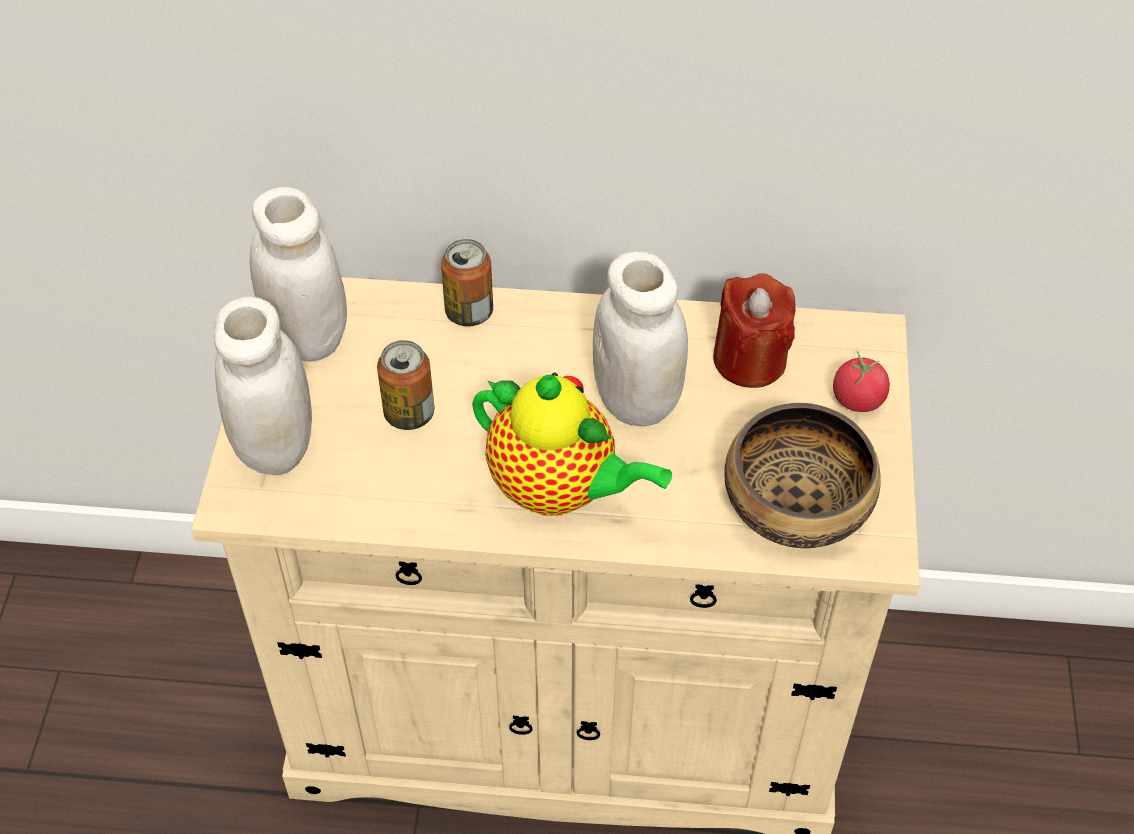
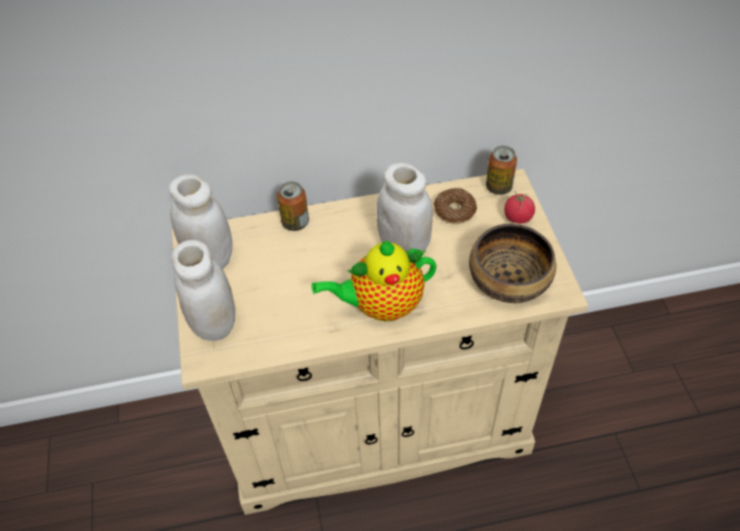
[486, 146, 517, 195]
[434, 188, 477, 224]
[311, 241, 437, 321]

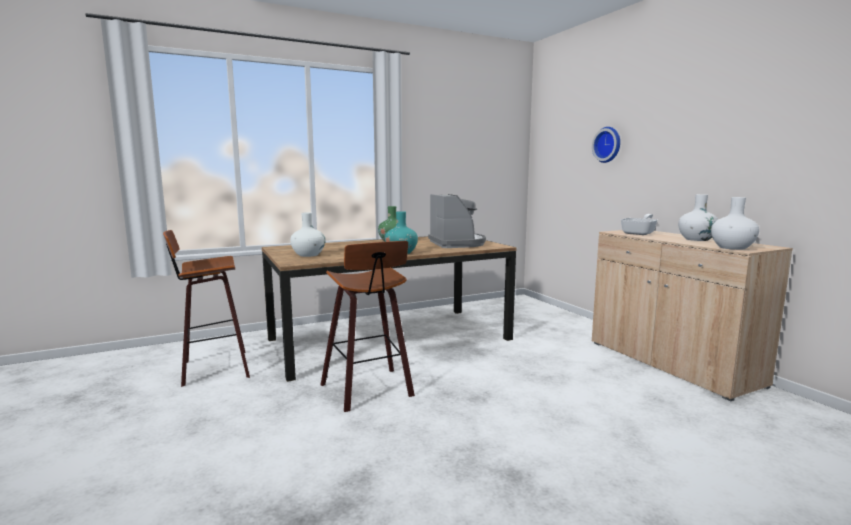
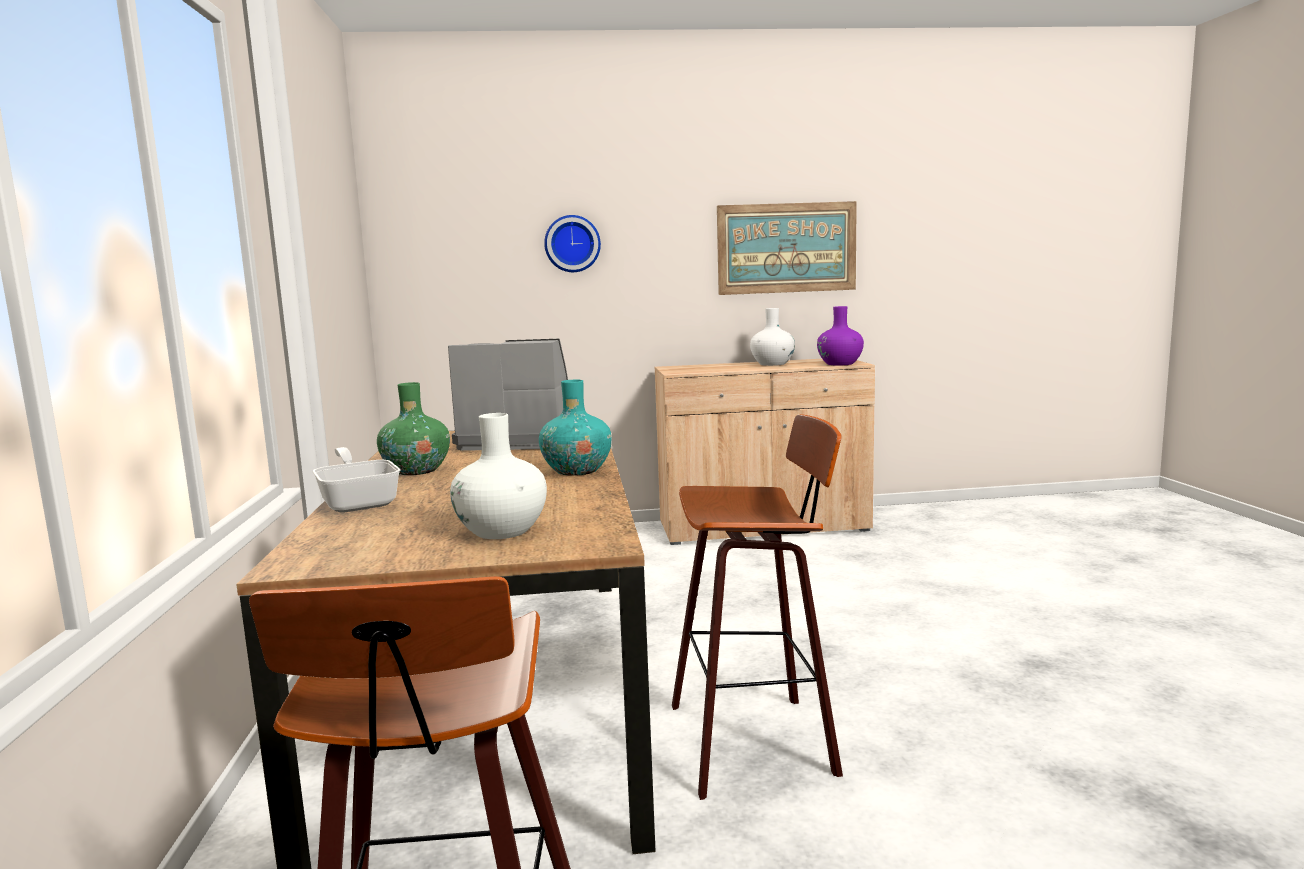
[717, 201, 857, 295]
[313, 447, 400, 513]
[817, 306, 864, 365]

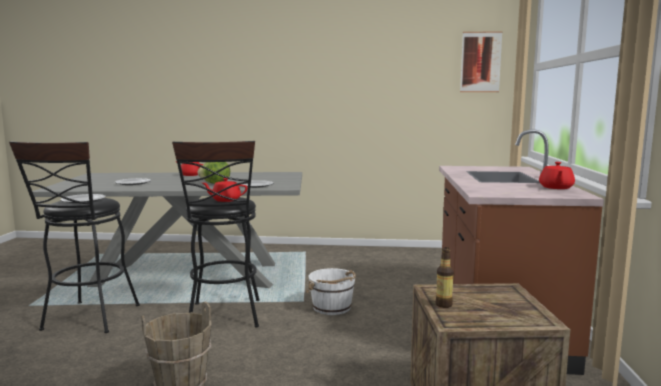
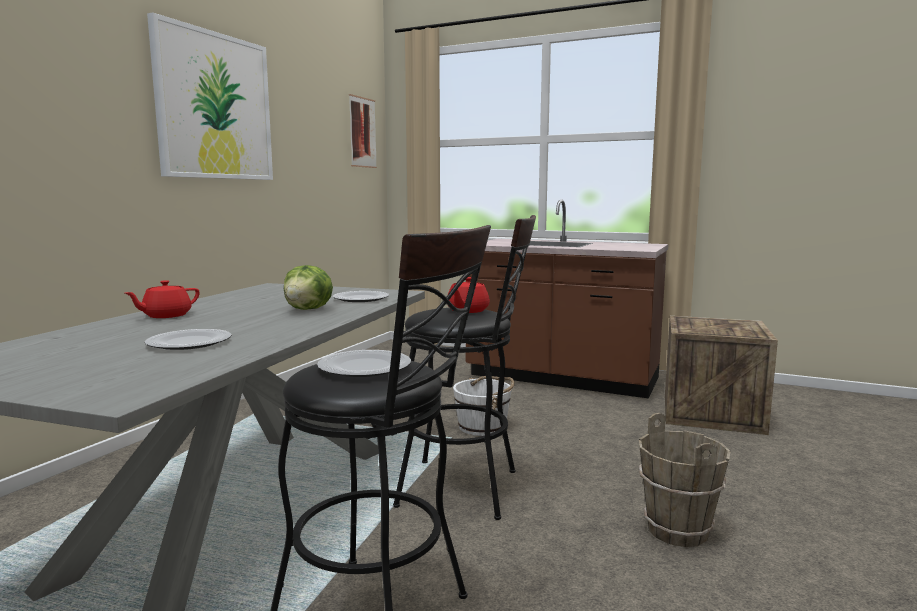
[435, 247, 454, 308] (first image)
[539, 162, 575, 189] (first image)
[147, 12, 273, 180]

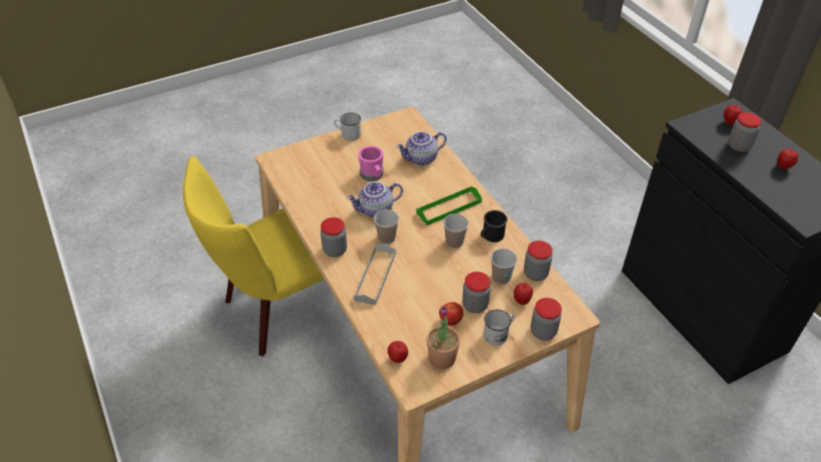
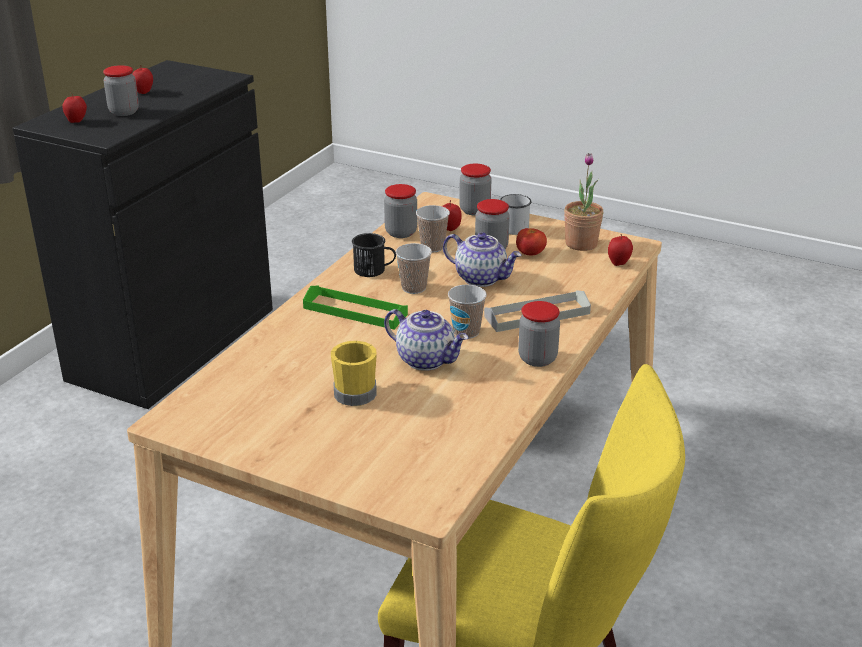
[334, 113, 361, 141] (first image)
[443, 232, 522, 287]
[331, 341, 377, 406]

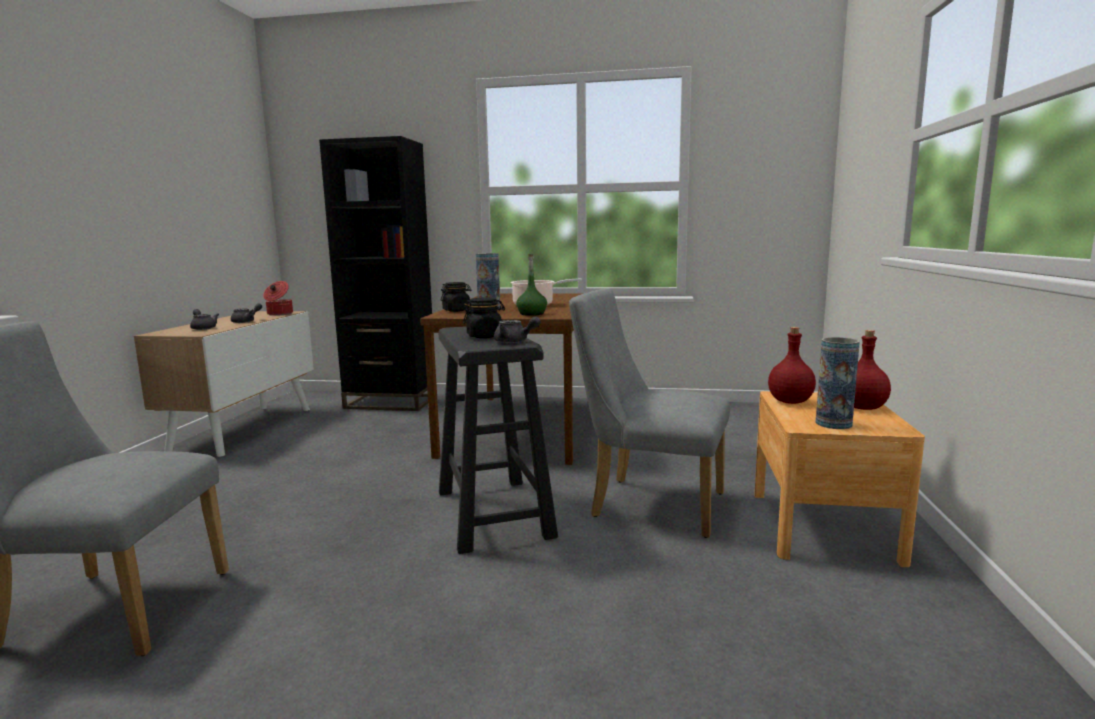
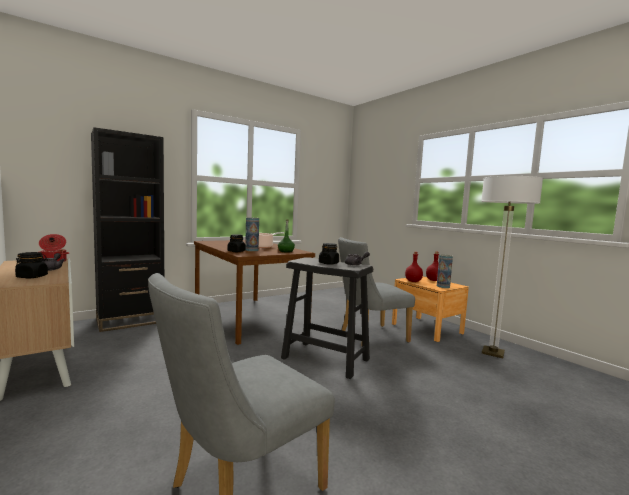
[481, 176, 543, 358]
[15, 252, 48, 278]

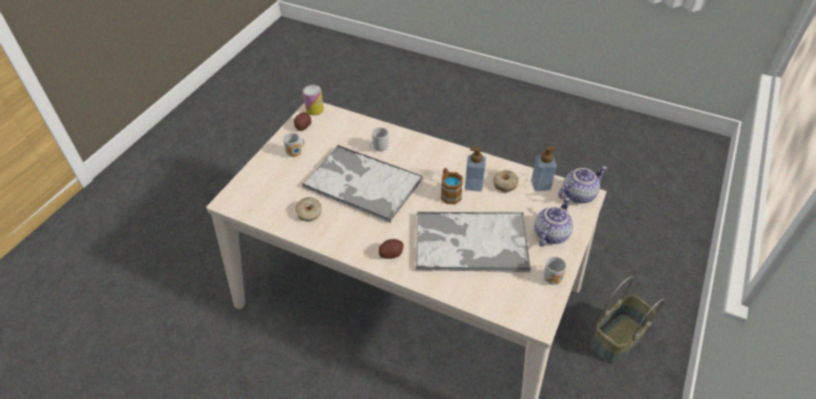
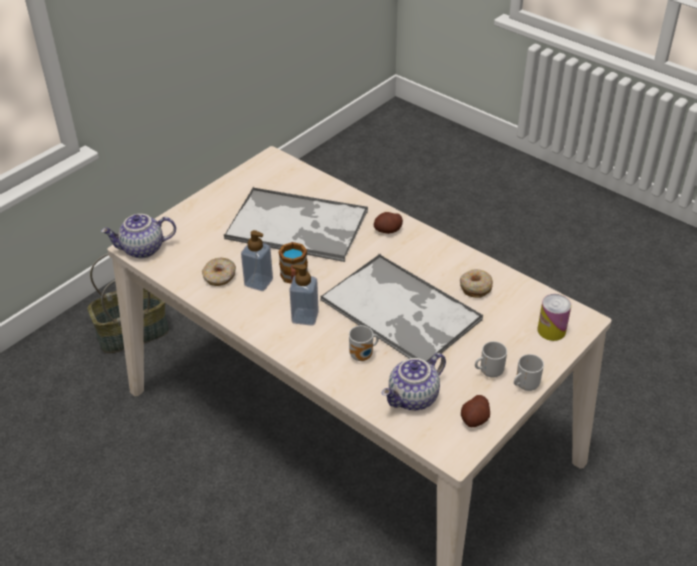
[538, 294, 571, 341]
[289, 264, 319, 326]
[382, 353, 446, 410]
[514, 354, 544, 391]

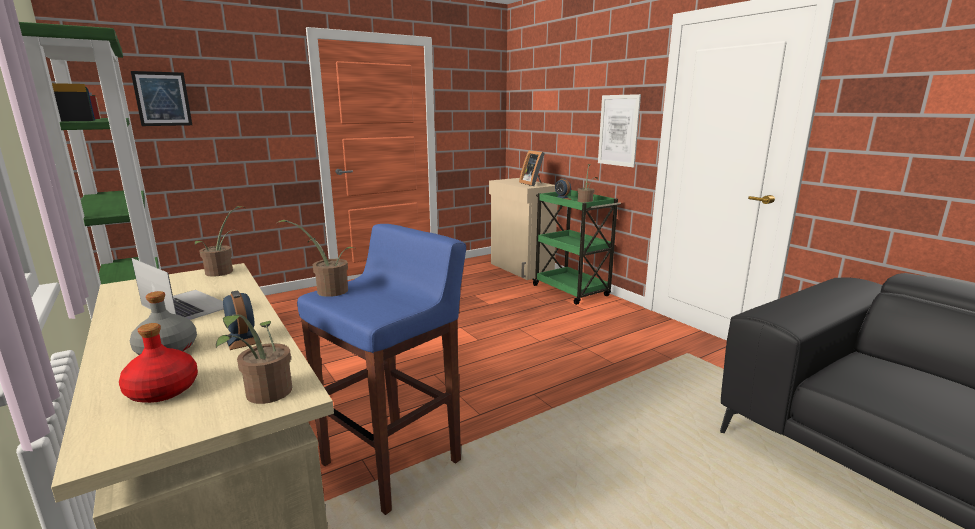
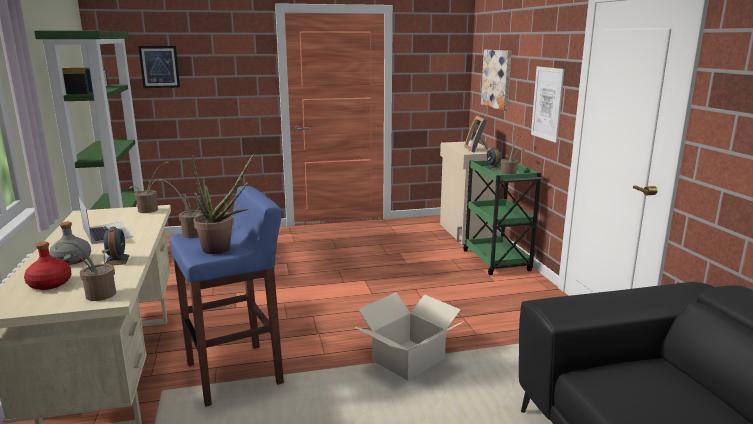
[192, 153, 255, 254]
[355, 293, 463, 381]
[481, 50, 512, 111]

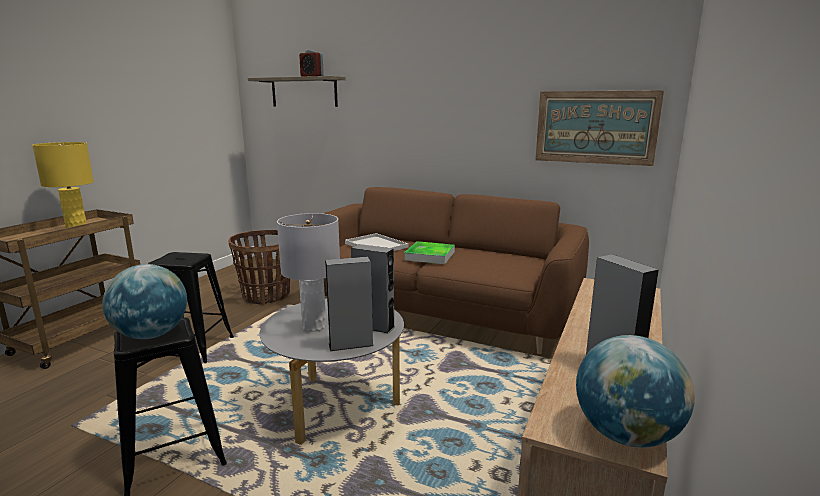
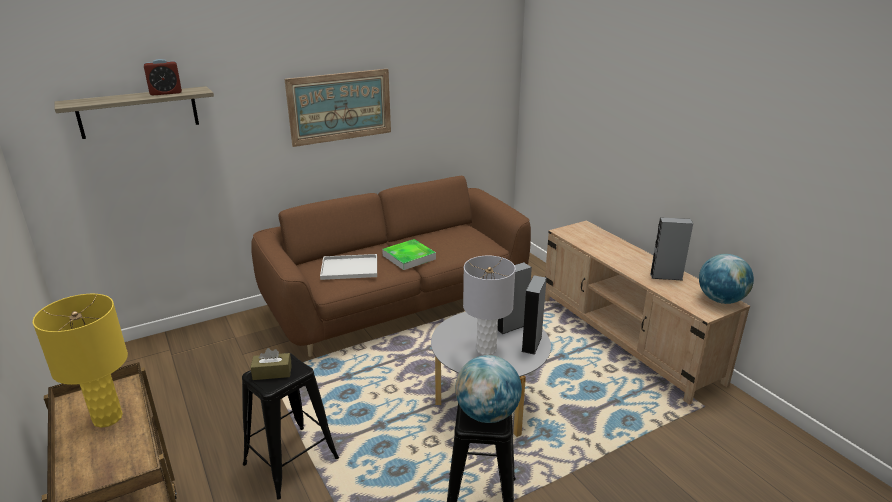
[228, 230, 290, 305] (first image)
[250, 348, 292, 380]
[285, 69, 391, 147]

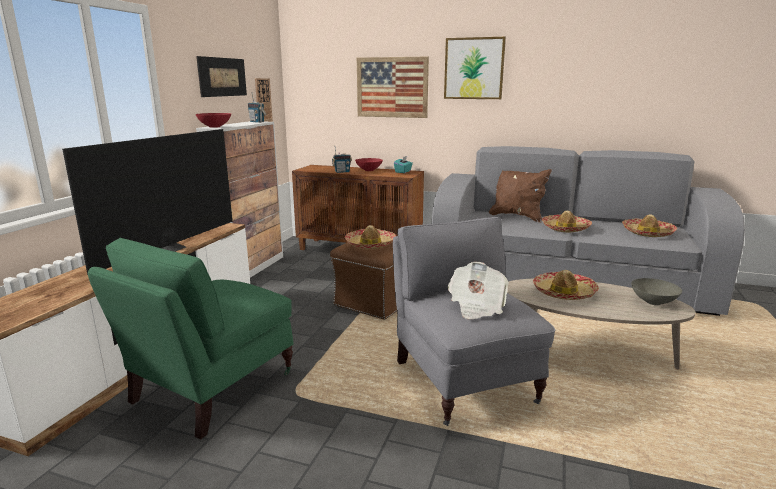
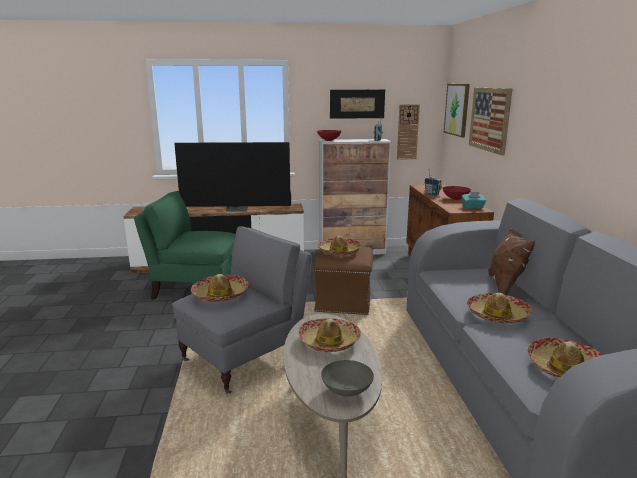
[444, 84, 470, 137]
[191, 274, 249, 302]

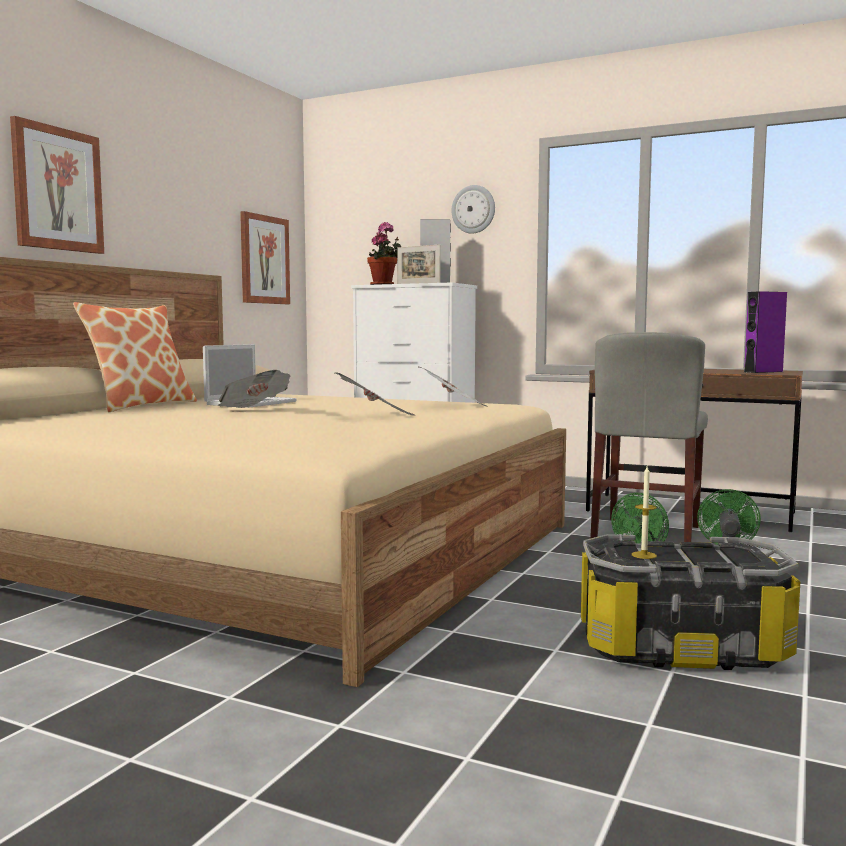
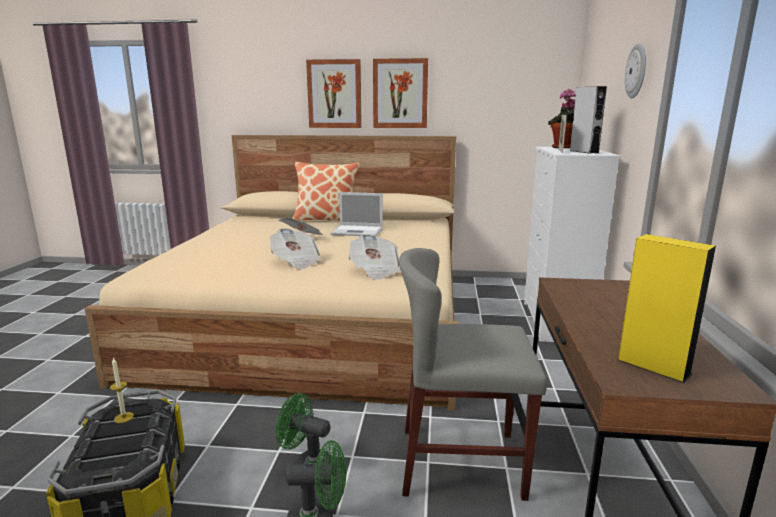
[373, 58, 428, 128]
[617, 234, 716, 383]

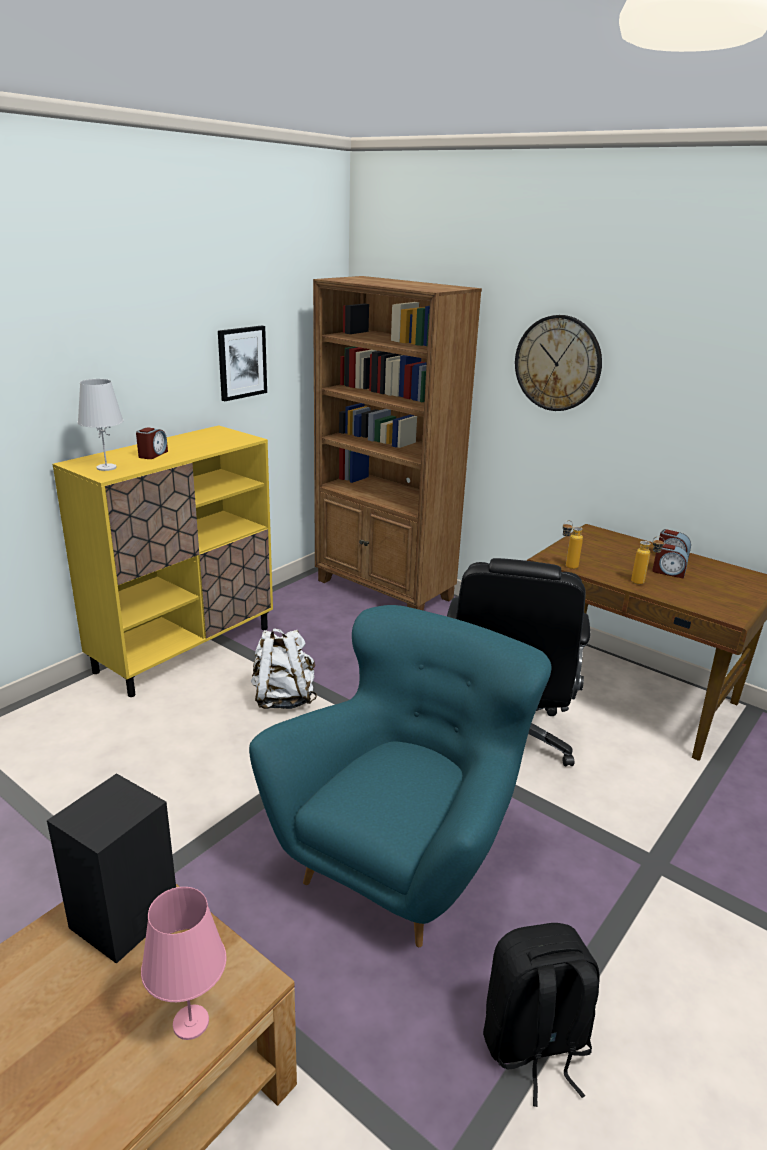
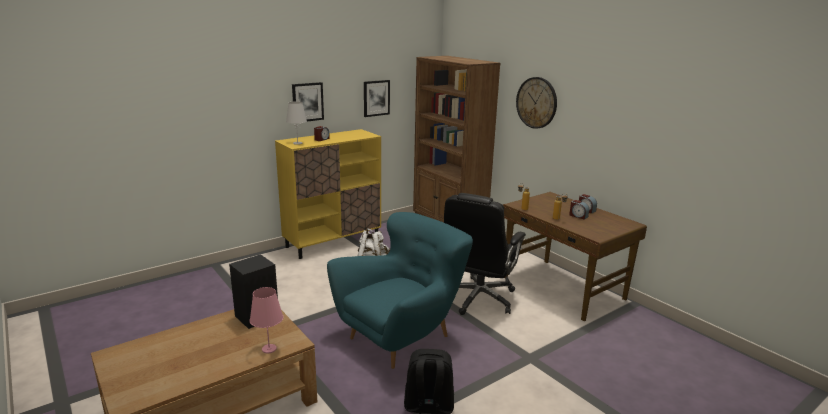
[292, 82, 324, 121]

